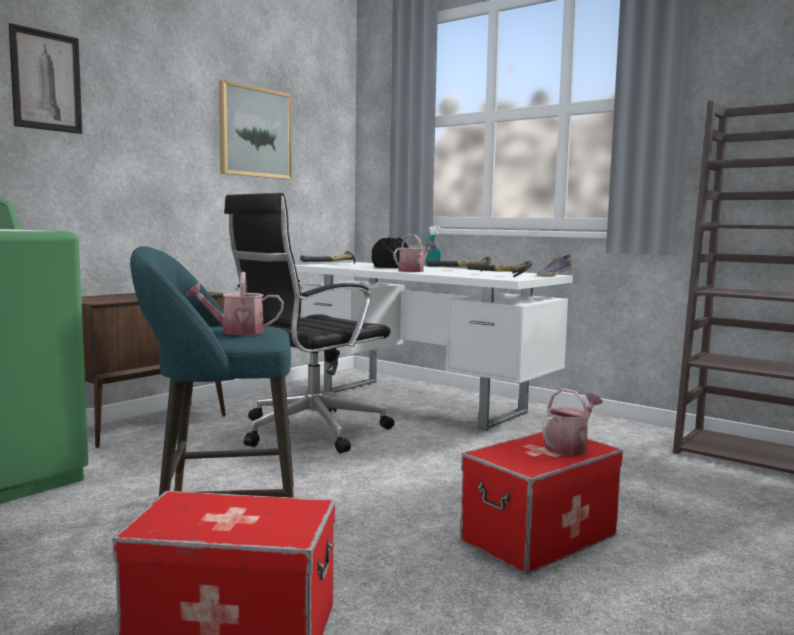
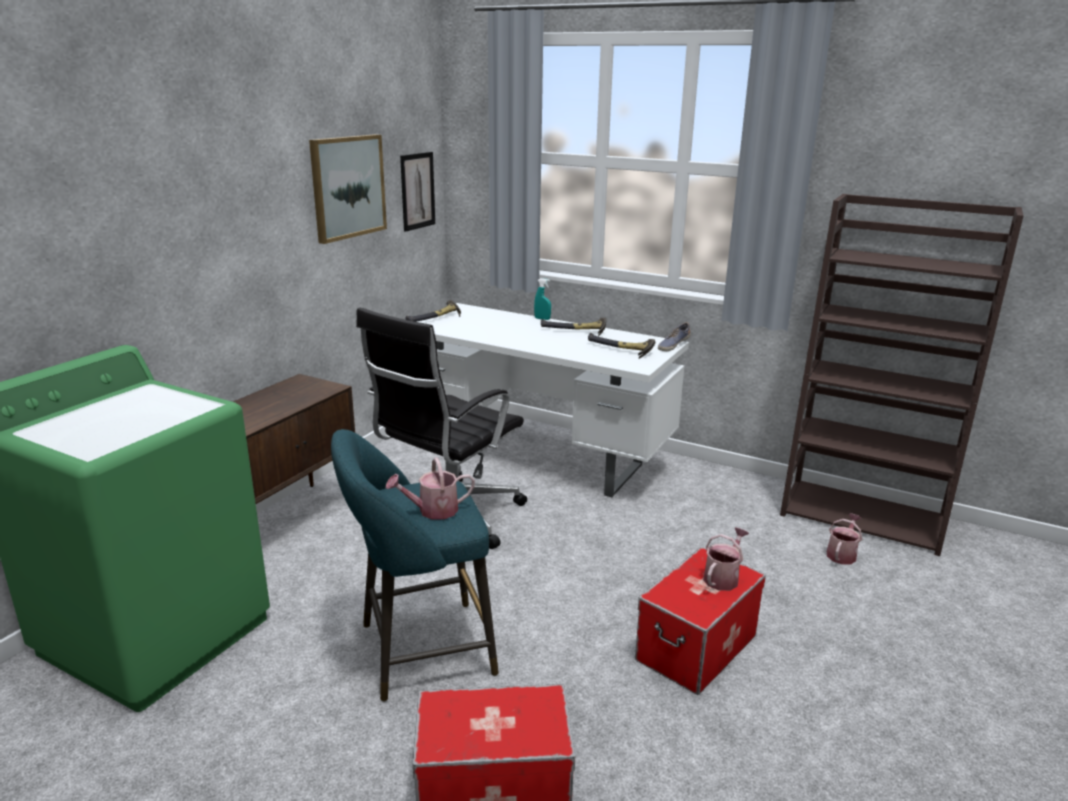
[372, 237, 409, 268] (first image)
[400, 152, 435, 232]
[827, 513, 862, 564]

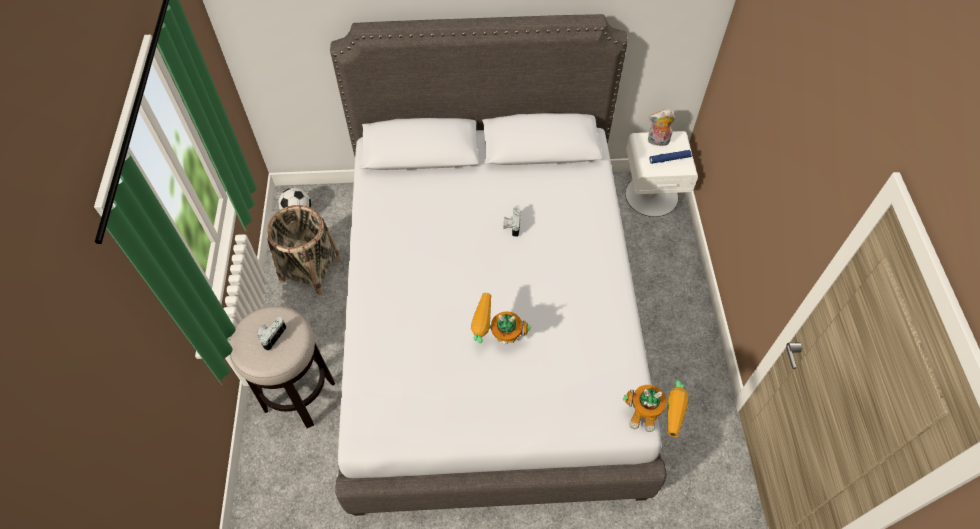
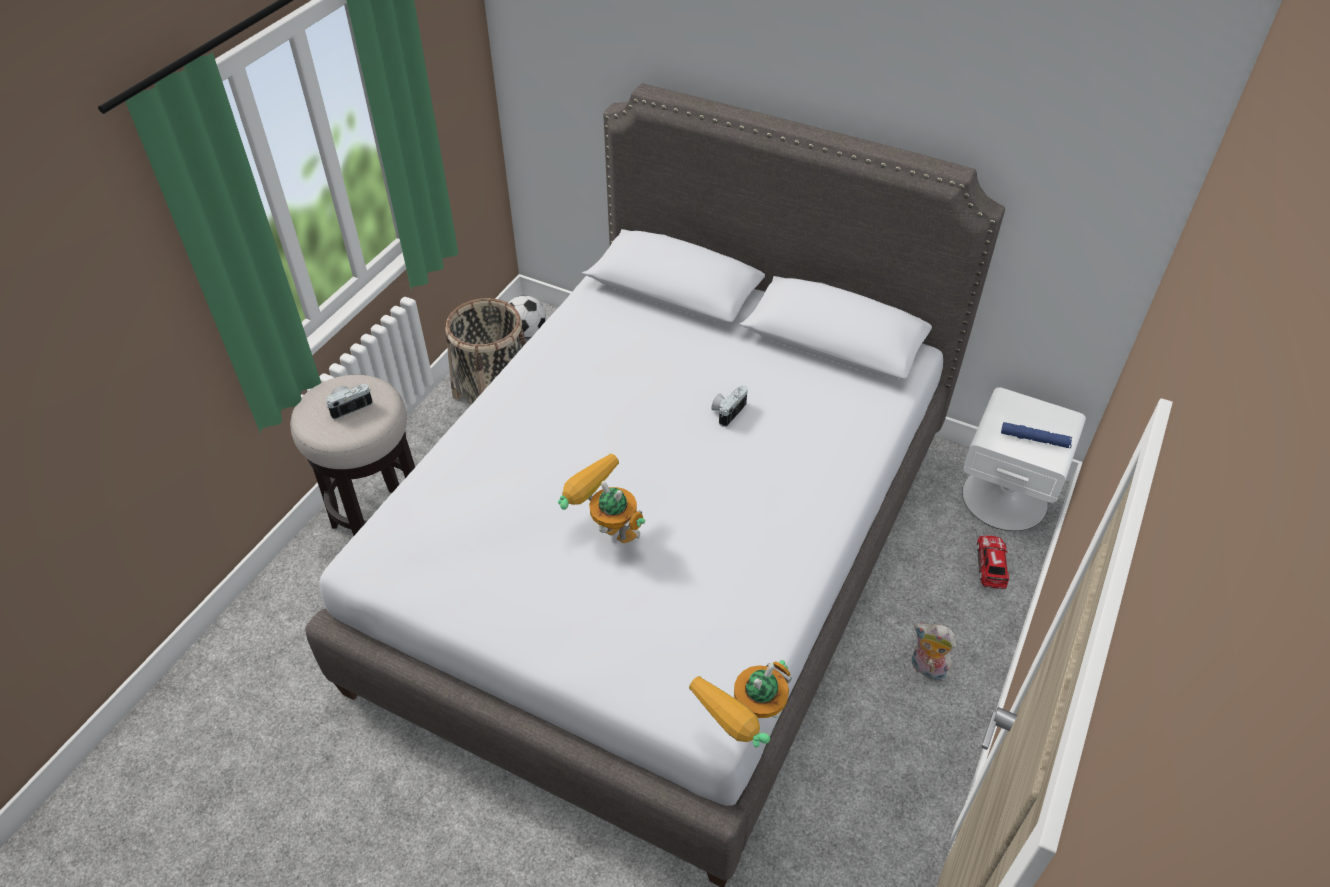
[977, 535, 1009, 589]
[912, 623, 956, 681]
[689, 660, 792, 747]

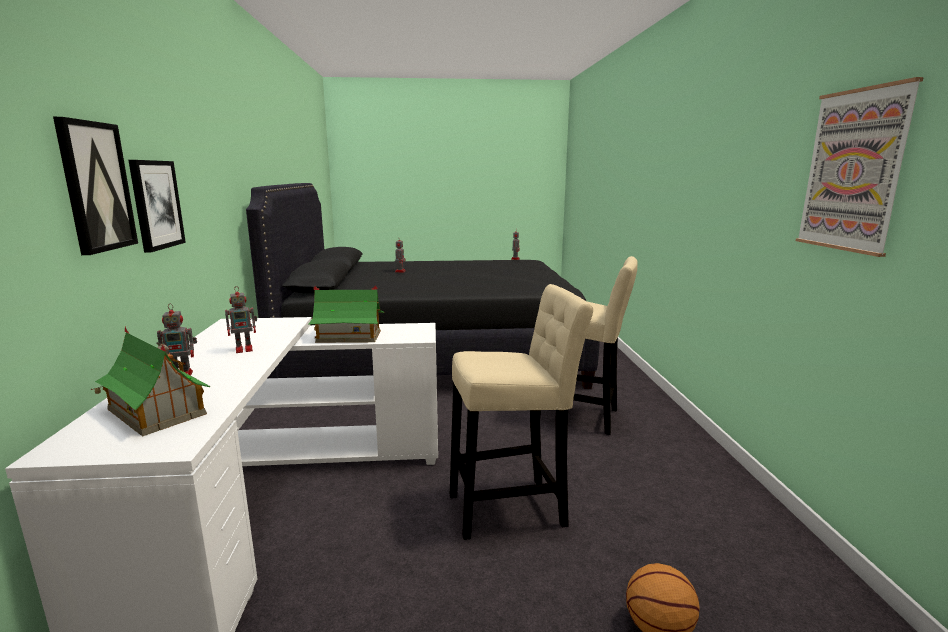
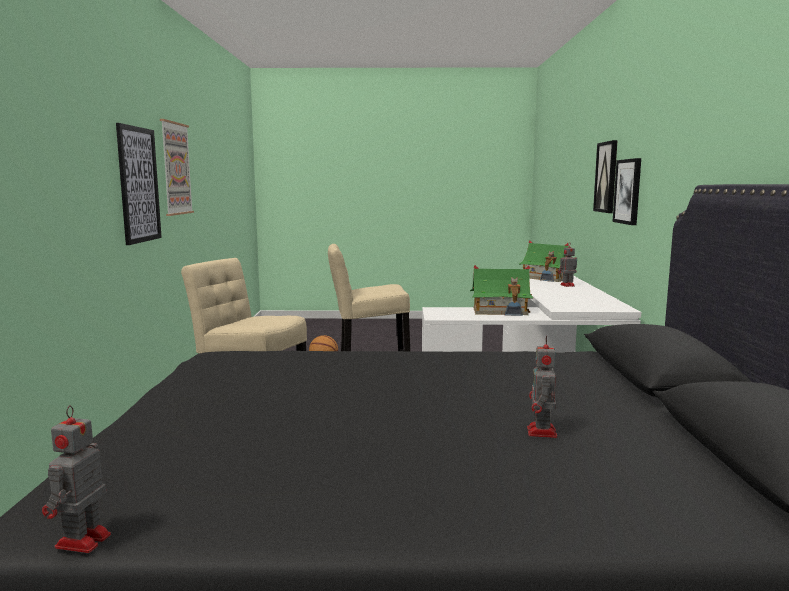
[225, 286, 257, 353] (first image)
[116, 123, 162, 245]

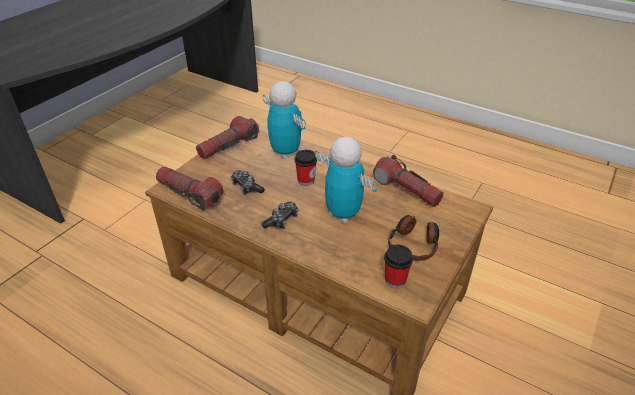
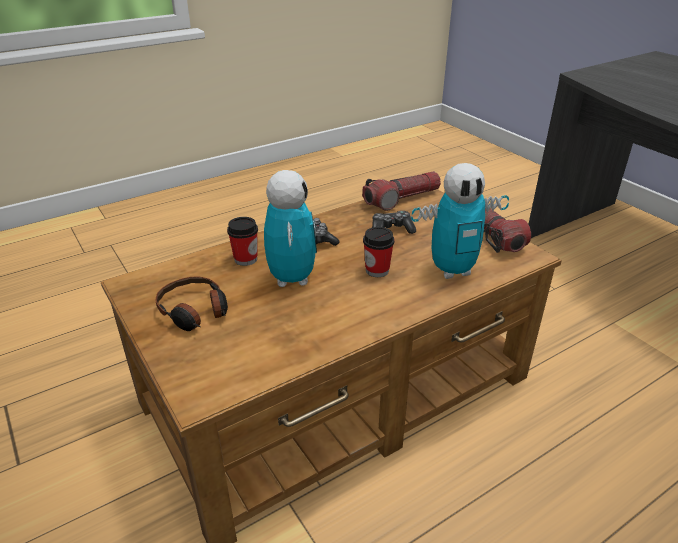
[373, 155, 443, 207] (first image)
[227, 217, 258, 266]
[264, 170, 317, 287]

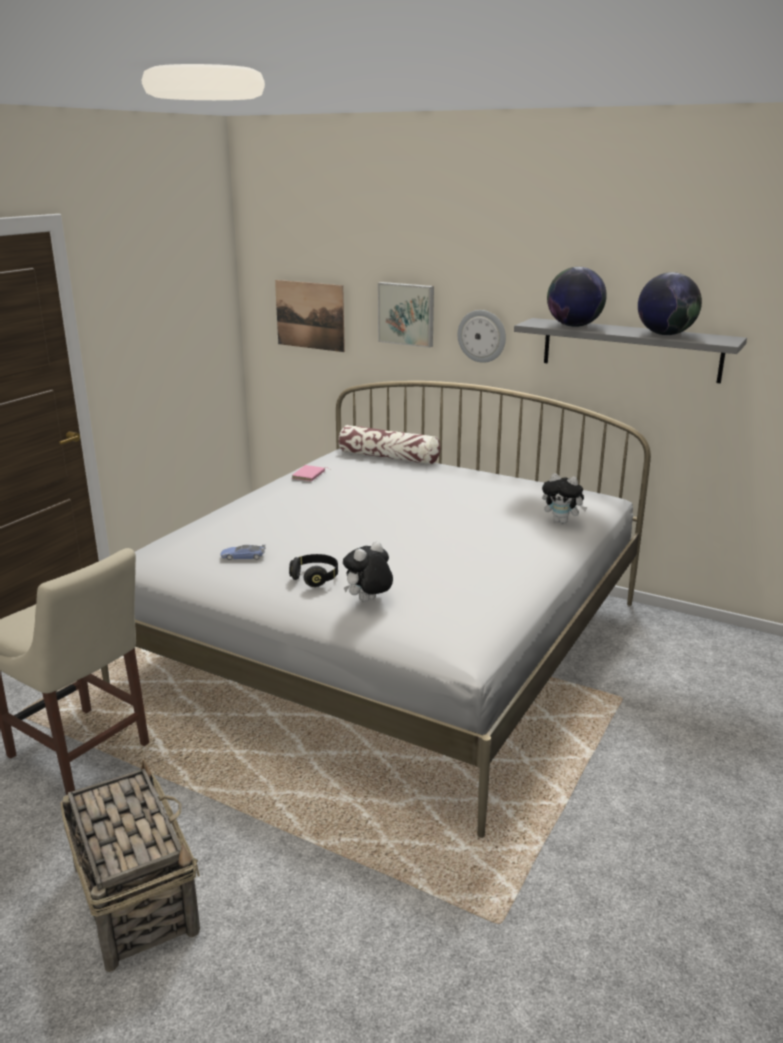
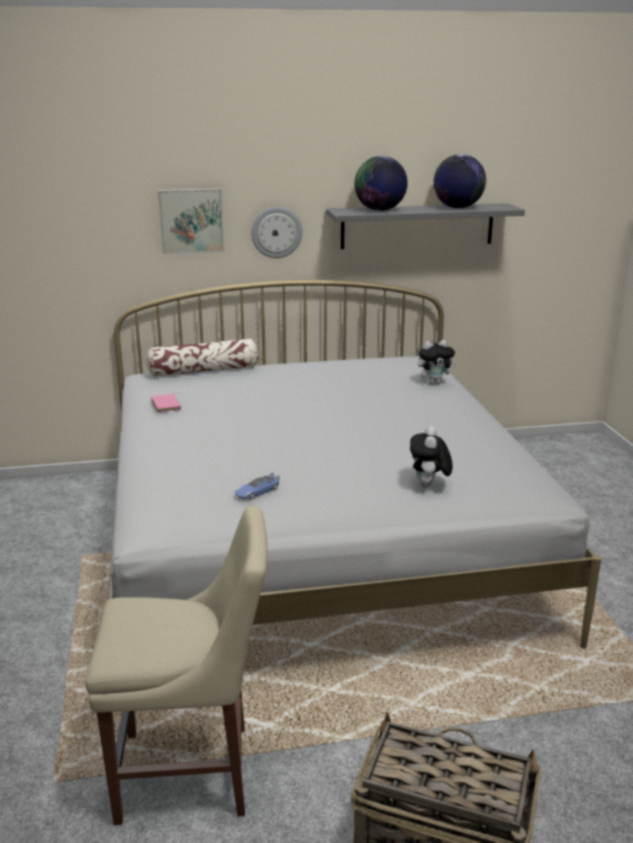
[275, 280, 345, 352] (first image)
[289, 554, 338, 587] (first image)

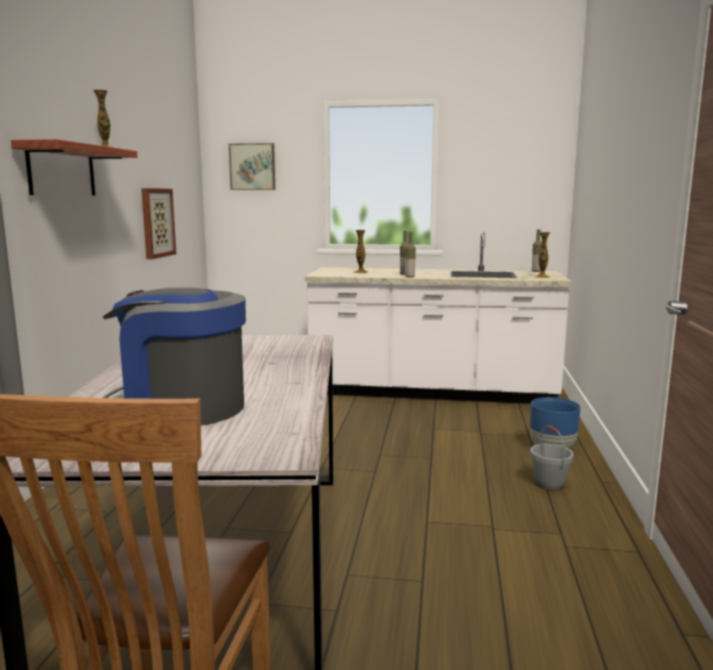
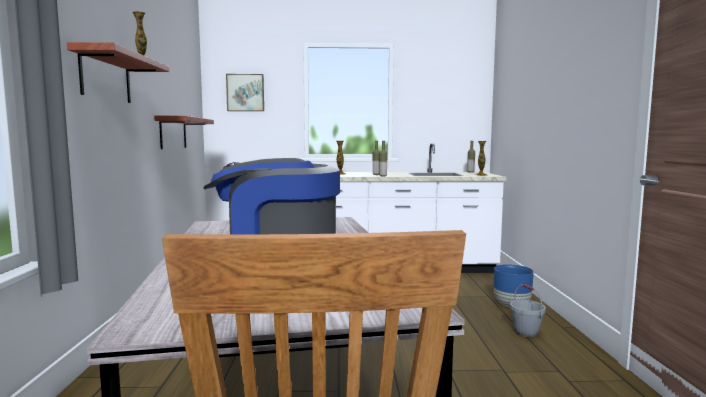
[154, 116, 214, 149]

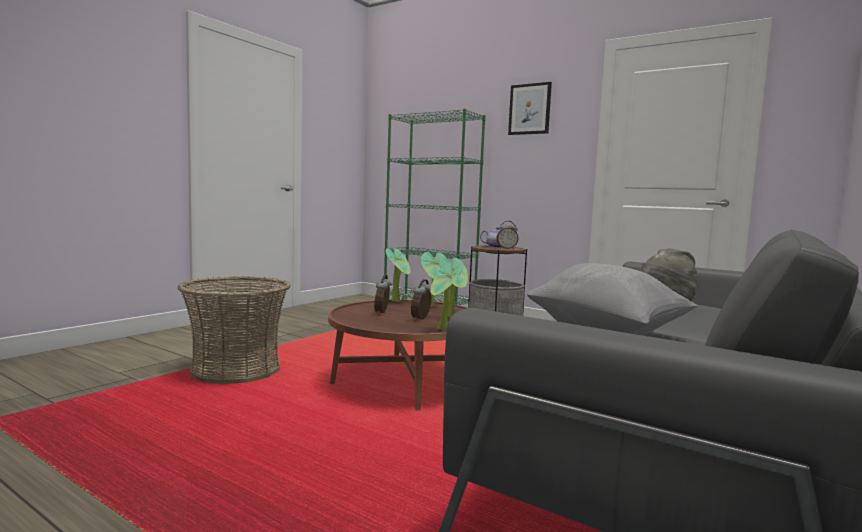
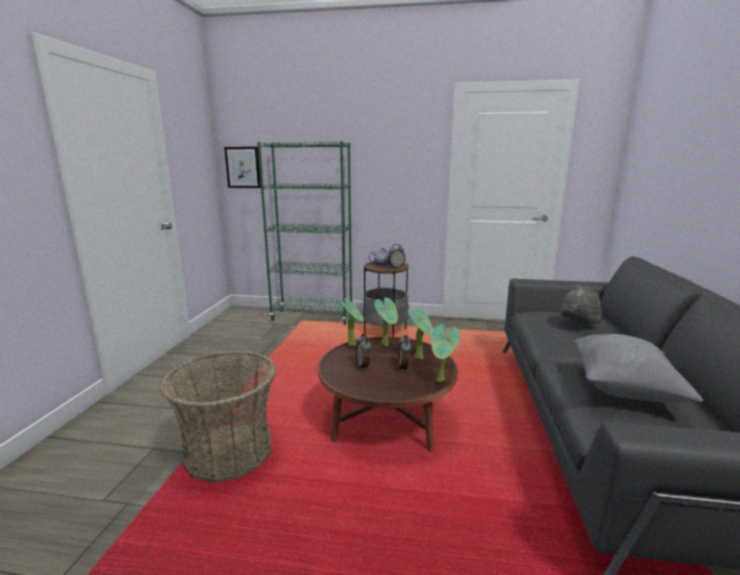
[224, 147, 261, 188]

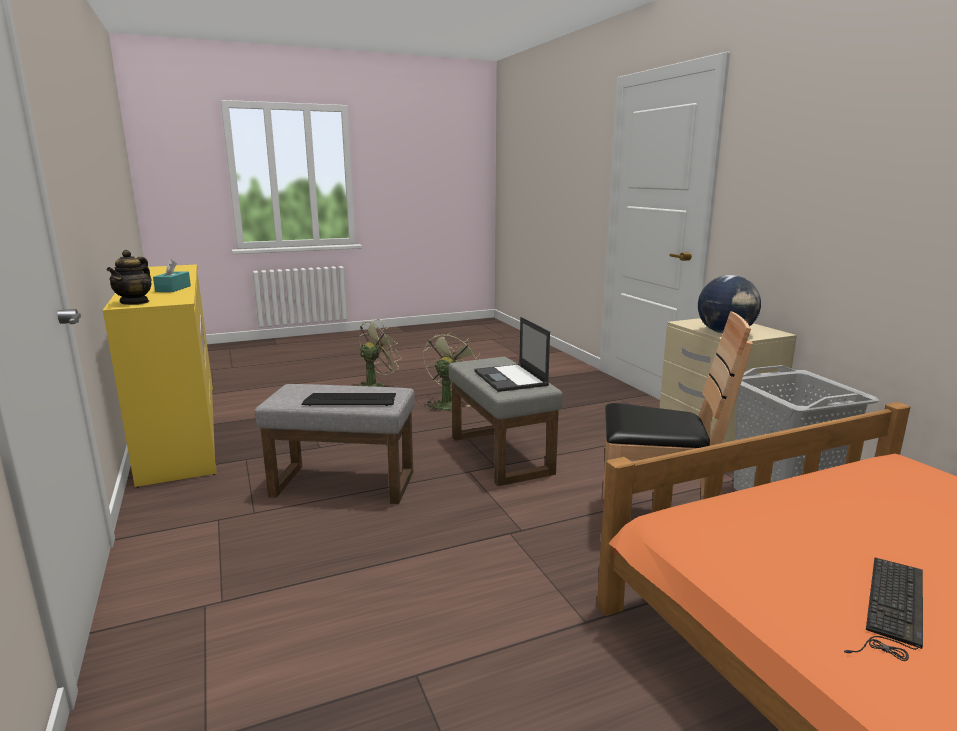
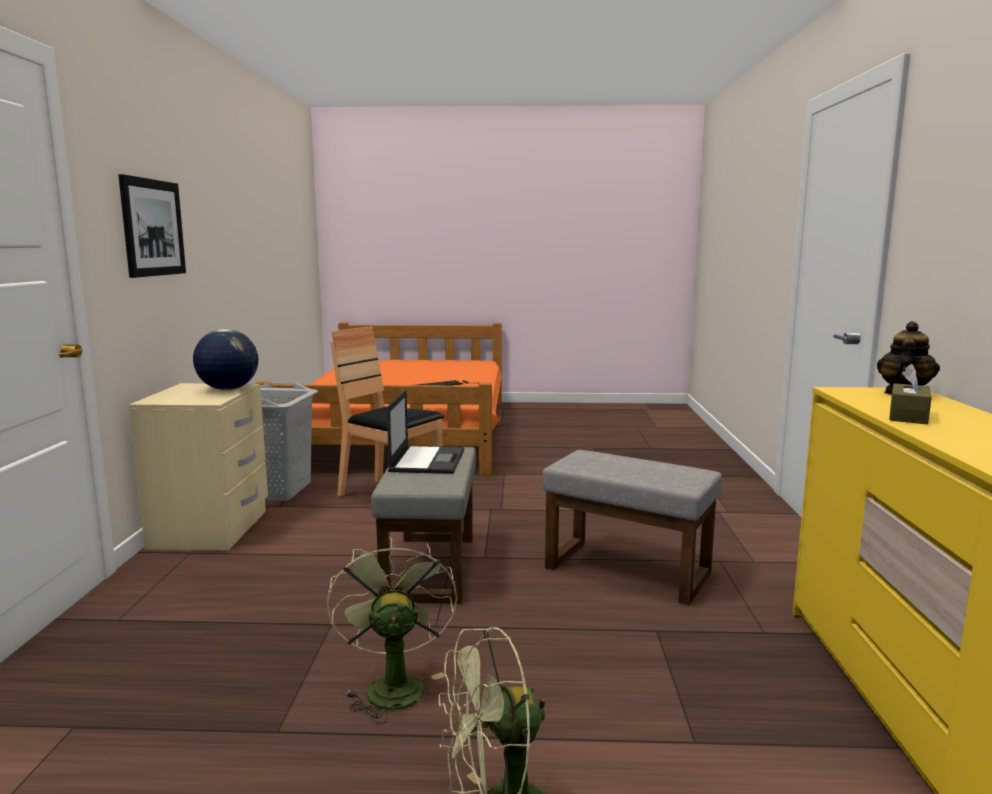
[302, 393, 396, 406] (first image)
[118, 174, 186, 278]
[889, 364, 932, 424]
[327, 536, 457, 724]

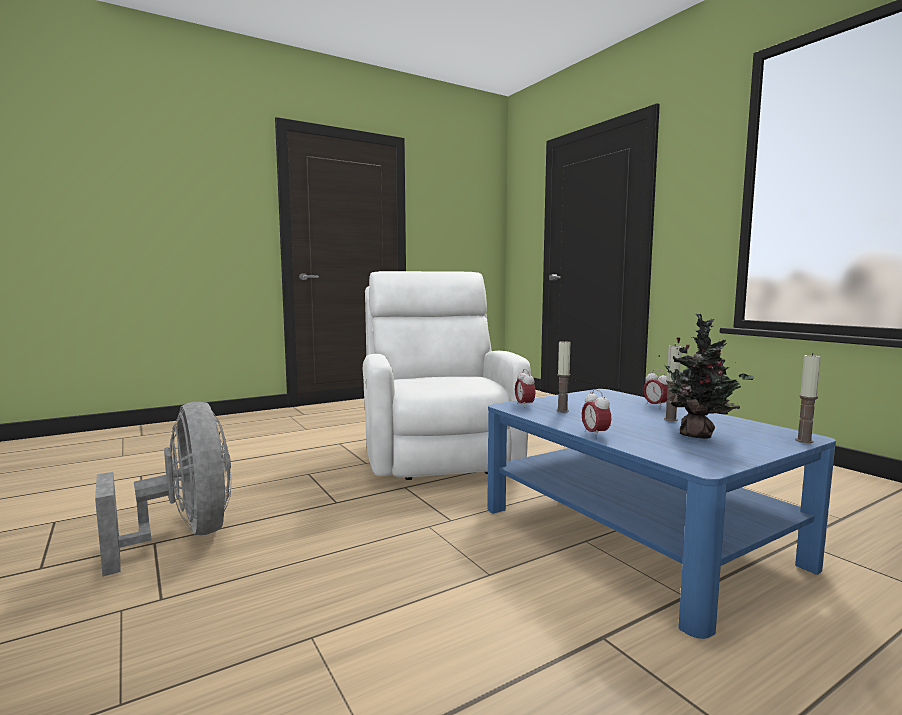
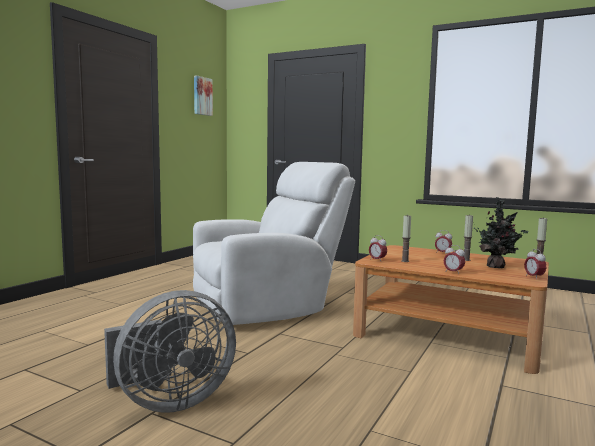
[194, 75, 213, 116]
[524, 249, 546, 280]
[353, 245, 549, 374]
[104, 290, 236, 413]
[193, 162, 355, 325]

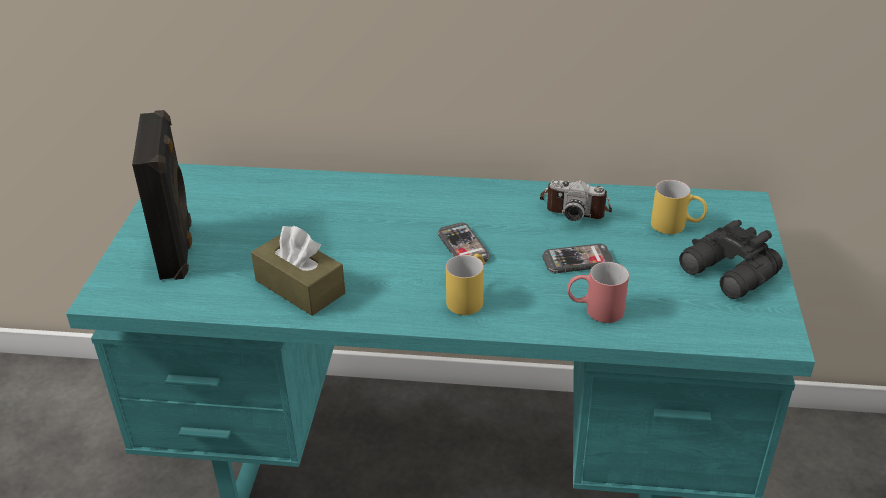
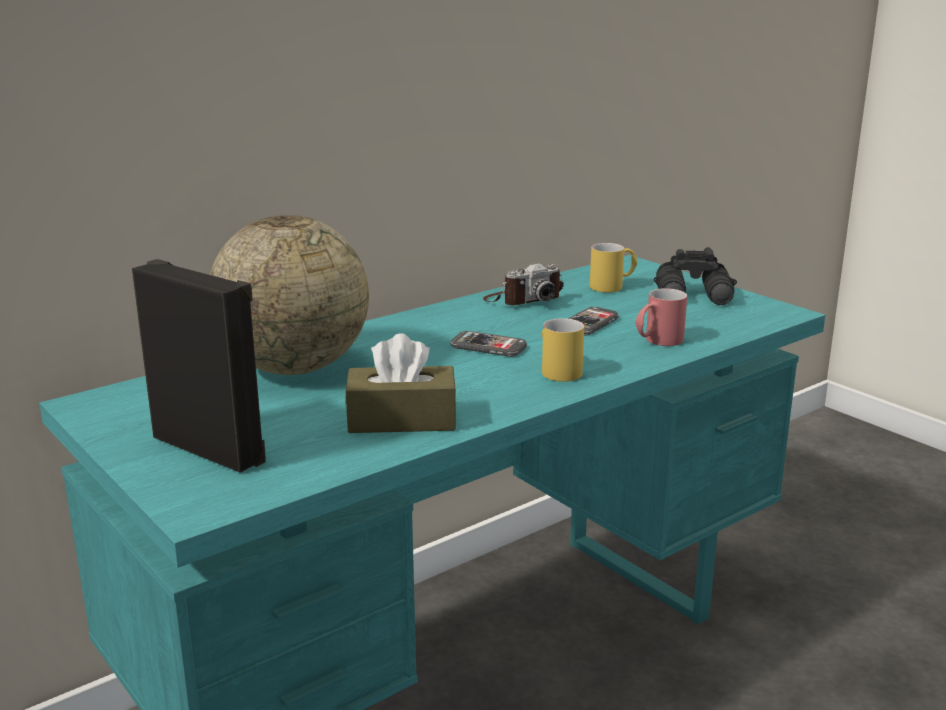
[210, 215, 369, 375]

